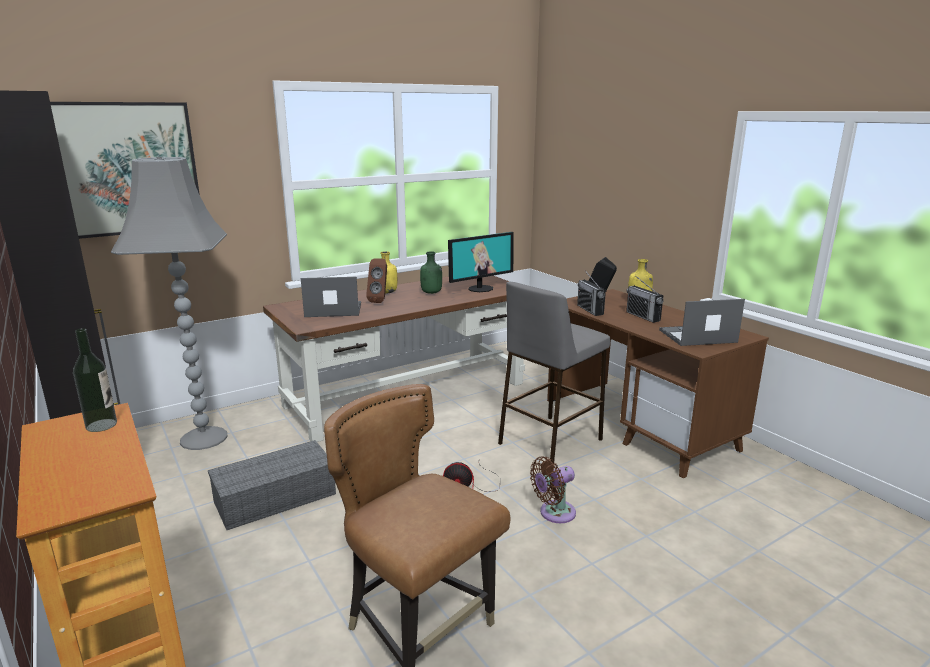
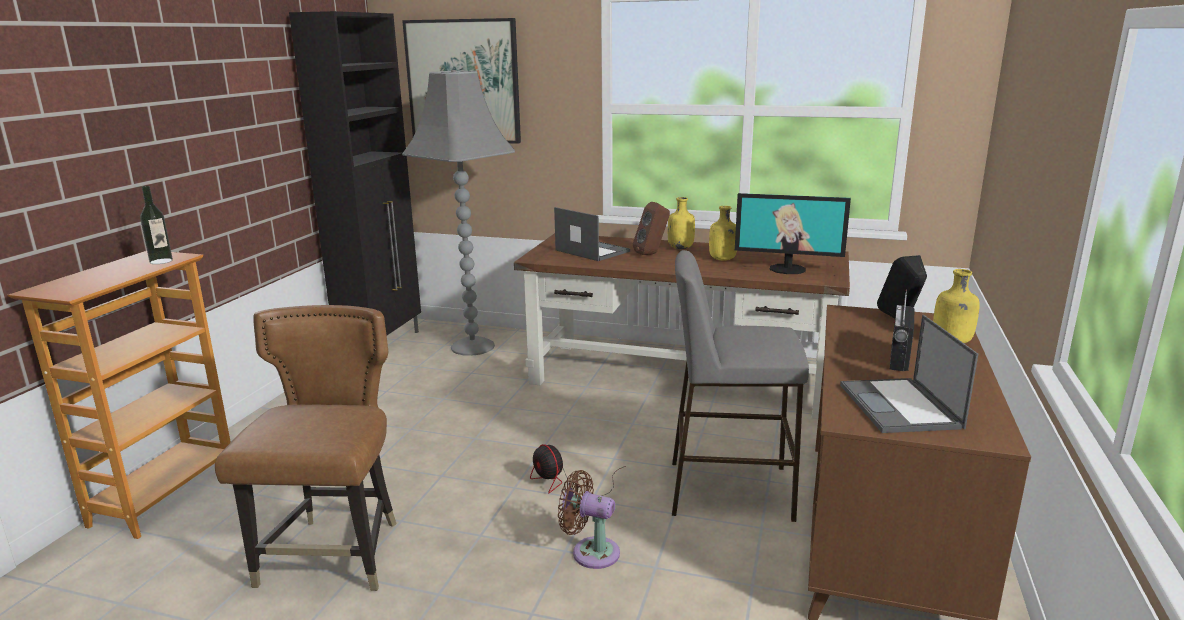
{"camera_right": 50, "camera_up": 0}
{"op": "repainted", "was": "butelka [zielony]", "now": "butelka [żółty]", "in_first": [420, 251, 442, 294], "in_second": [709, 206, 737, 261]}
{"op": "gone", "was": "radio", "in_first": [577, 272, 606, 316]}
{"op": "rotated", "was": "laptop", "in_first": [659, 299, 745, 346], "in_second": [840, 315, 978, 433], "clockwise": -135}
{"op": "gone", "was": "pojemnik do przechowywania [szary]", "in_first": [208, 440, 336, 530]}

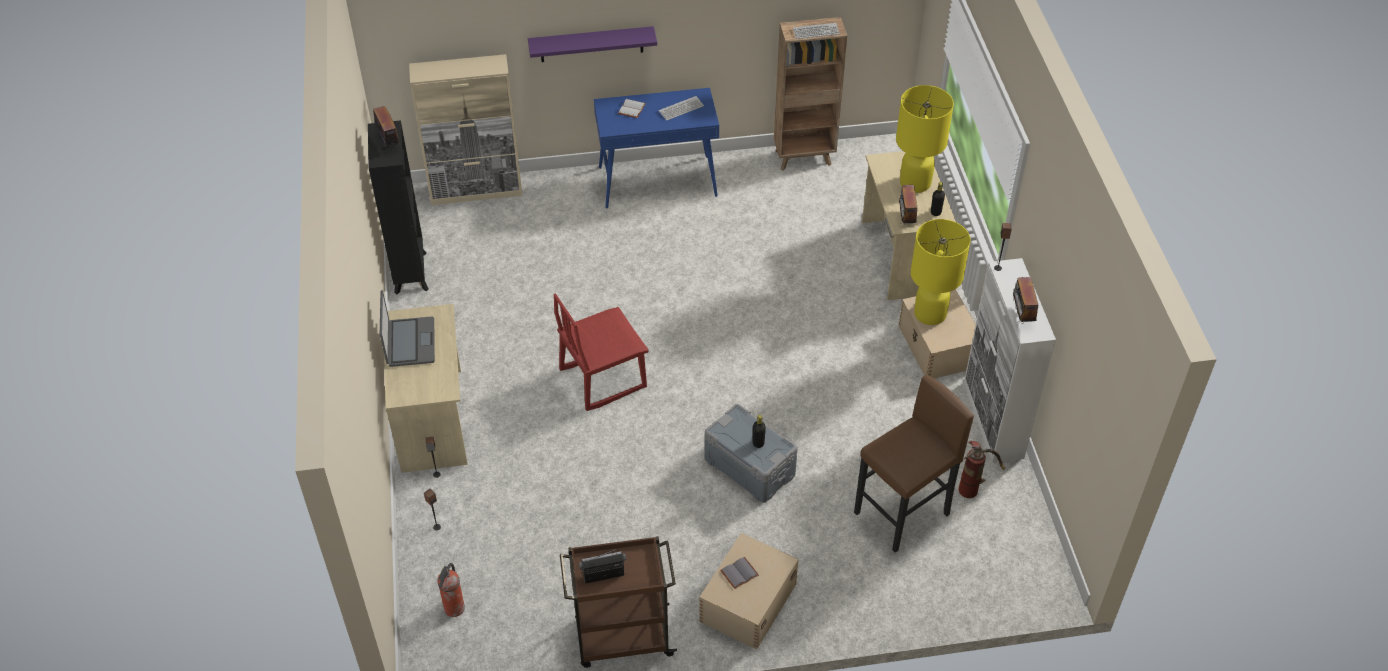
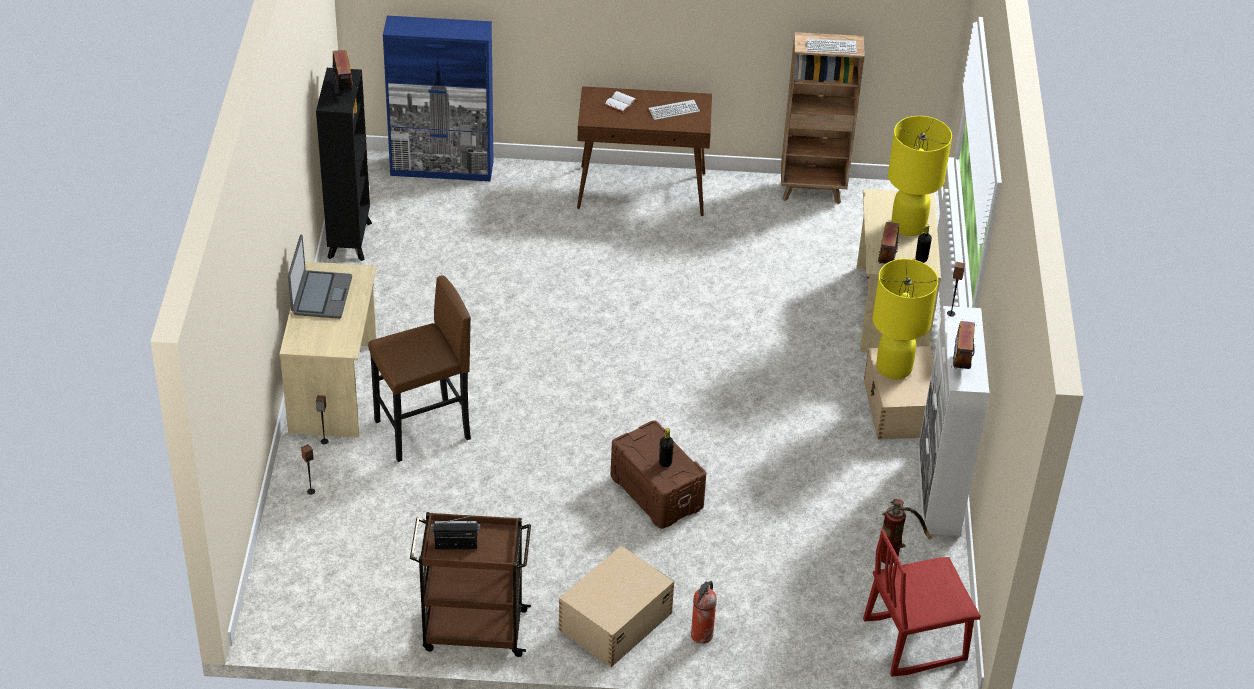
{"camera_right": 10, "camera_up": -5}
{"op": "gone", "was": "półka [fioletowy]", "in_first": [528, 26, 657, 62]}
{"op": "repainted", "was": "szafka [beżowy]", "now": "szafka [niebieski]", "in_first": [409, 54, 522, 205], "in_second": [383, 16, 493, 181]}
{"op": "repainted", "was": "stolik konsolowy [niebieski]", "now": "stolik konsolowy [brązowy]", "in_first": [594, 88, 719, 208], "in_second": [577, 86, 712, 216]}
{"op": "shifted", "was": "krzesło [czerwony]", "in_first": [553, 293, 649, 411], "in_second": [863, 530, 981, 677]}
{"op": "shifted", "was": "stołek [brązowy]", "in_first": [854, 375, 974, 553], "in_second": [368, 275, 471, 462]}
{"op": "repainted", "was": "pojemnik do przechowywania [szary]", "now": "pojemnik do przechowywania [brązowy]", "in_first": [705, 404, 798, 503], "in_second": [611, 420, 706, 529]}
{"op": "gone", "was": "książka [szary]", "in_first": [720, 557, 759, 589]}
{"op": "shifted", "was": "gaśnica", "in_first": [437, 563, 465, 617], "in_second": [691, 581, 717, 644]}

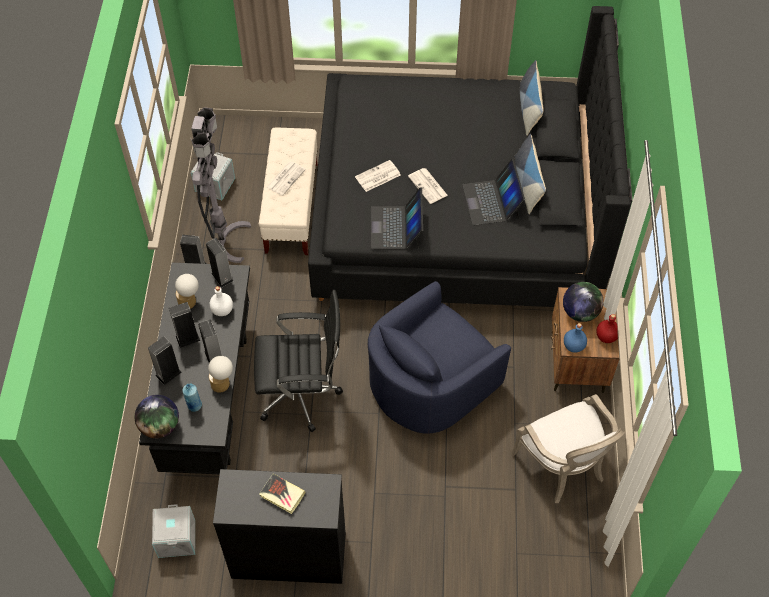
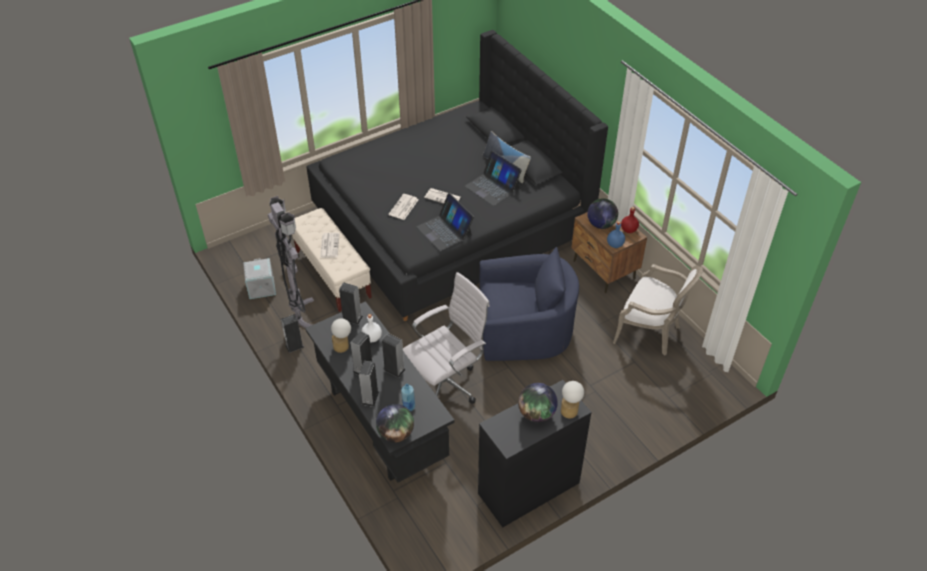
{"camera_right": -35, "camera_up": -10}
{"op": "gone", "was": "poduszka", "in_first": [520, 60, 544, 136]}
{"op": "rotated", "was": "fotel [niebieski]", "in_first": [368, 281, 511, 434], "in_second": [480, 247, 579, 361], "clockwise": -105}
{"op": "repainted", "was": "krzesło biurowe [czarny]", "now": "krzesło biurowe [biały]", "in_first": [254, 290, 343, 432], "in_second": [403, 272, 490, 404]}
{"op": "shifted", "was": "lampa stołowa", "in_first": [208, 356, 233, 393], "in_second": [561, 381, 584, 418]}
{"op": "swapped", "was": "książka", "now": "globus", "in_first": [259, 473, 306, 514], "in_second": [518, 383, 558, 422]}
{"op": "gone", "was": "pojemnik do przechowywania [szary]", "in_first": [152, 504, 195, 558]}

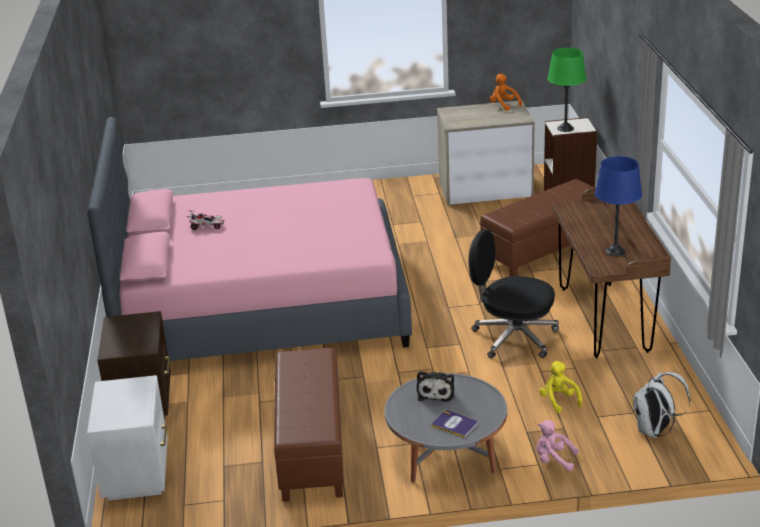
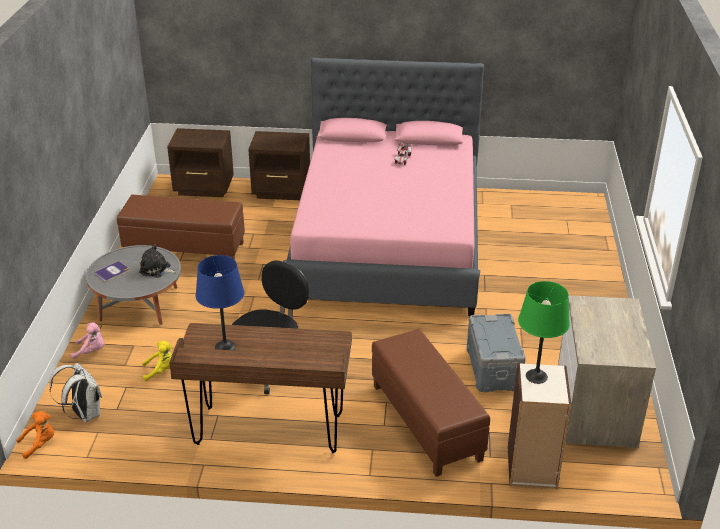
{"camera_right": 100, "camera_up": 5}
{"op": "shifted", "was": "pluszak [pomarańczowy]", "in_first": [490, 74, 522, 111], "in_second": [17, 411, 54, 459]}
{"op": "repainted", "was": "szafka nocna [biały]", "now": "szafka nocna [brązowy]", "in_first": [87, 375, 168, 501], "in_second": [167, 128, 234, 197]}
{"op": "rotated", "was": "pluszak [różowy]", "in_first": [537, 420, 578, 471], "in_second": [71, 322, 104, 359], "clockwise": 60}
{"op": "new", "now": "pojemnik do przechowywania [szary]", "in_second": [467, 314, 526, 392]}

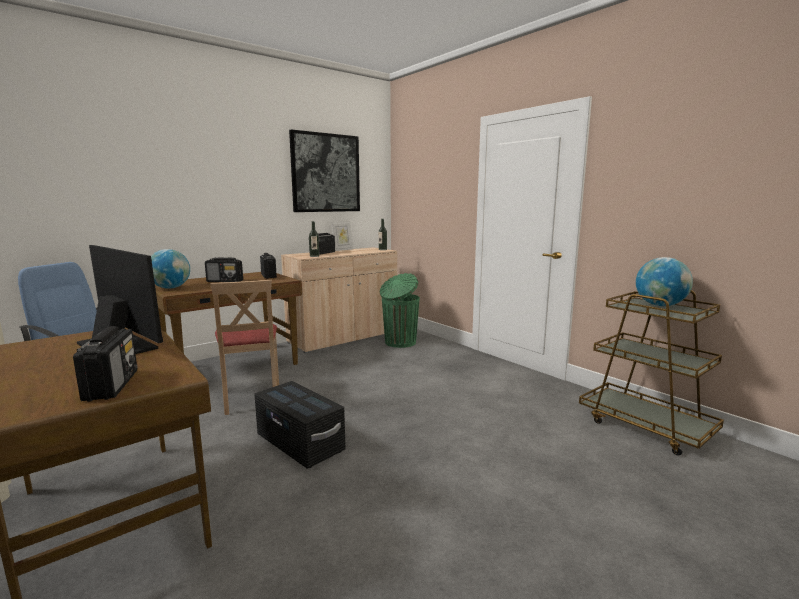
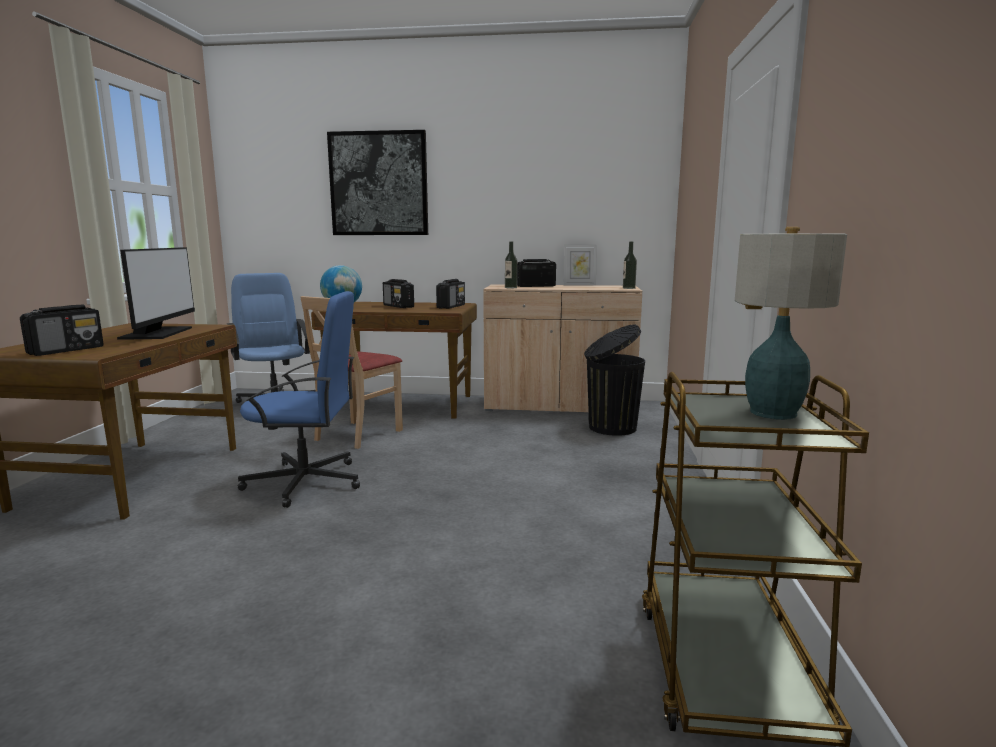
{"camera_right": 45, "camera_up": 0}
{"op": "shifted", "was": "obraz", "in_first": [289, 129, 360, 212], "in_second": [327, 130, 428, 235]}
{"op": "swapped", "was": "globus", "now": "lampa stołowa", "in_first": [636, 257, 693, 306], "in_second": [735, 227, 847, 420]}
{"op": "repainted", "was": "kosz na śmieci [zielony]", "now": "kosz na śmieci [czarny]", "in_first": [380, 273, 420, 348], "in_second": [584, 324, 645, 436]}
{"op": "swapped", "was": "pojemnik do przechowywania [czarny]", "now": "krzesło biurowe [niebieski]", "in_first": [254, 381, 346, 469], "in_second": [238, 291, 360, 508]}

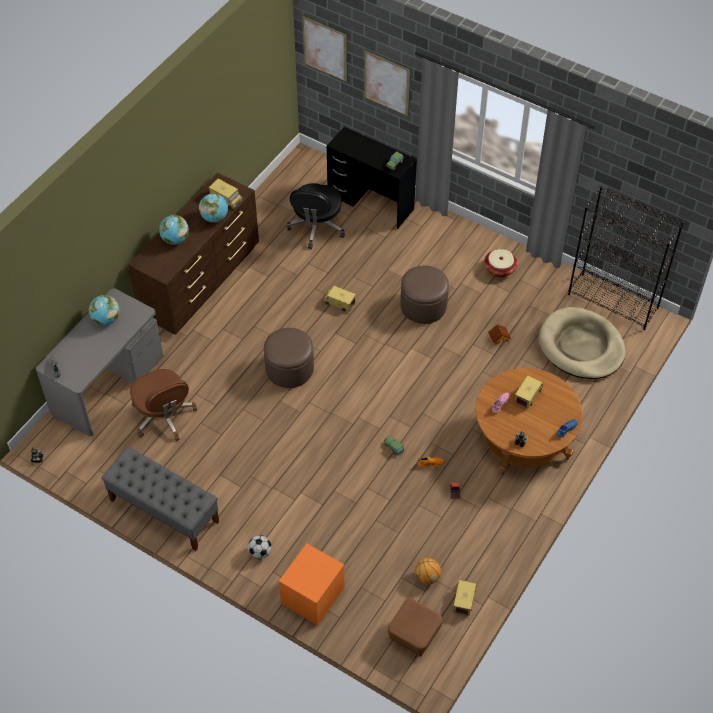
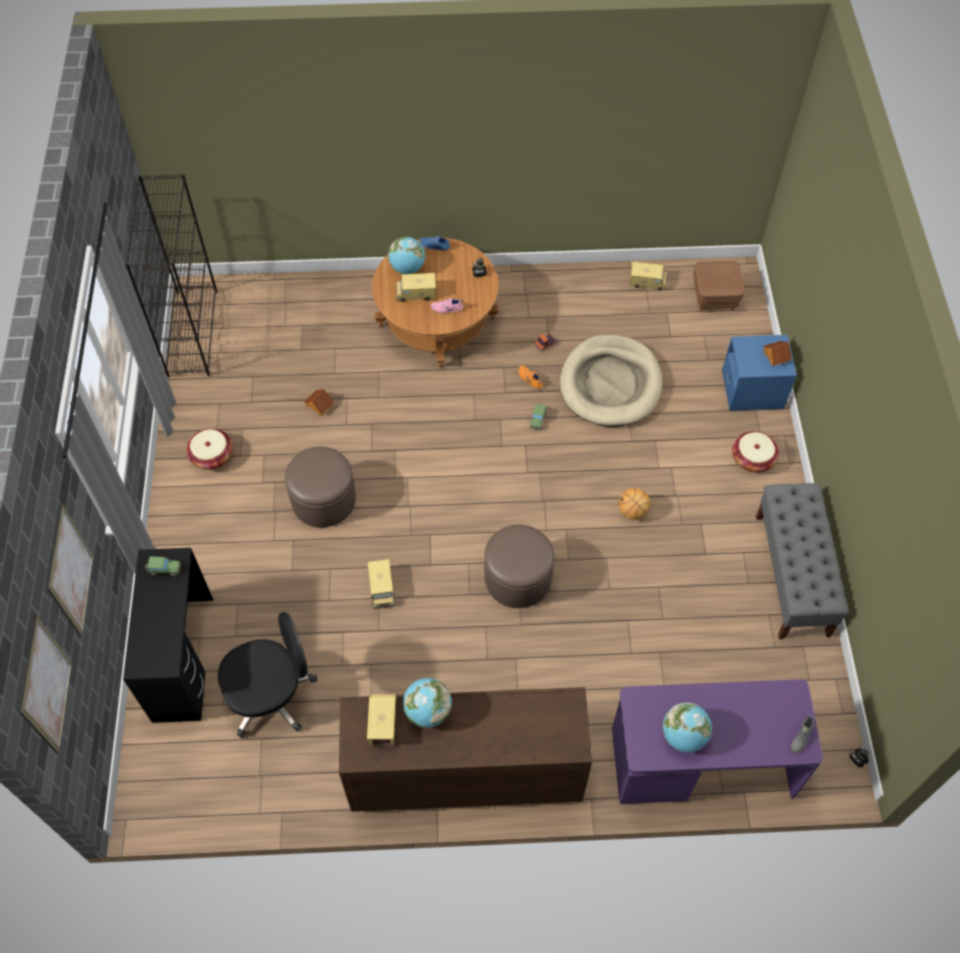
{"camera_right": -125, "camera_up": 5}
{"op": "shifted", "was": "globus", "in_first": [159, 215, 189, 245], "in_second": [388, 237, 425, 274]}
{"op": "repainted", "was": "biurko [szary]", "now": "biurko [fioletowy]", "in_first": [36, 288, 163, 436], "in_second": [612, 679, 823, 804]}
{"op": "shifted", "was": "legowisko [beżowy]", "in_first": [539, 307, 626, 379], "in_second": [560, 335, 662, 427]}
{"op": "gone", "was": "krzesło biurowe [brązowy]", "in_first": [130, 369, 197, 441]}
{"op": "swapped", "was": "piłka futbolowa", "now": "koszyk", "in_first": [248, 535, 272, 559], "in_second": [732, 431, 779, 472]}
{"op": "repainted", "was": "szafka nocna [pomarańczowy]", "now": "szafka nocna [niebieski]", "in_first": [279, 543, 345, 625], "in_second": [722, 335, 797, 411]}
{"op": "shifted", "was": "piłka do koszykówki", "in_first": [415, 558, 441, 584], "in_second": [618, 488, 650, 520]}
{"op": "rotated", "was": "ciężarówka zabawkowa", "in_first": [454, 580, 477, 616], "in_second": [630, 262, 668, 291], "clockwise": -150}
{"op": "new", "now": "domek", "in_second": [763, 341, 792, 366]}

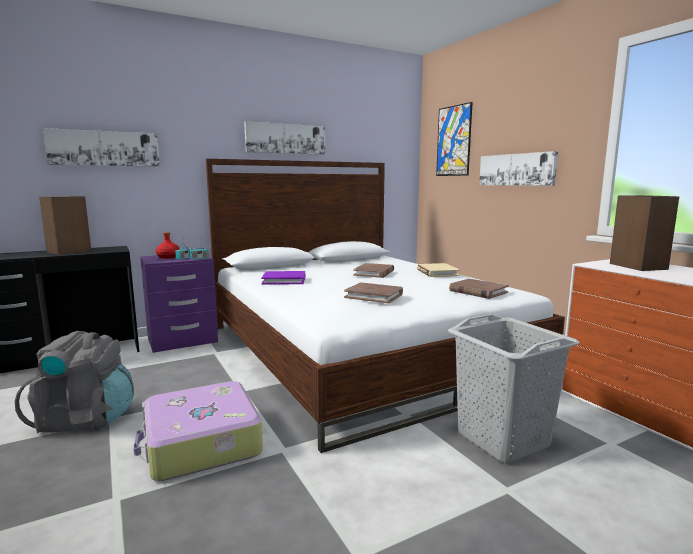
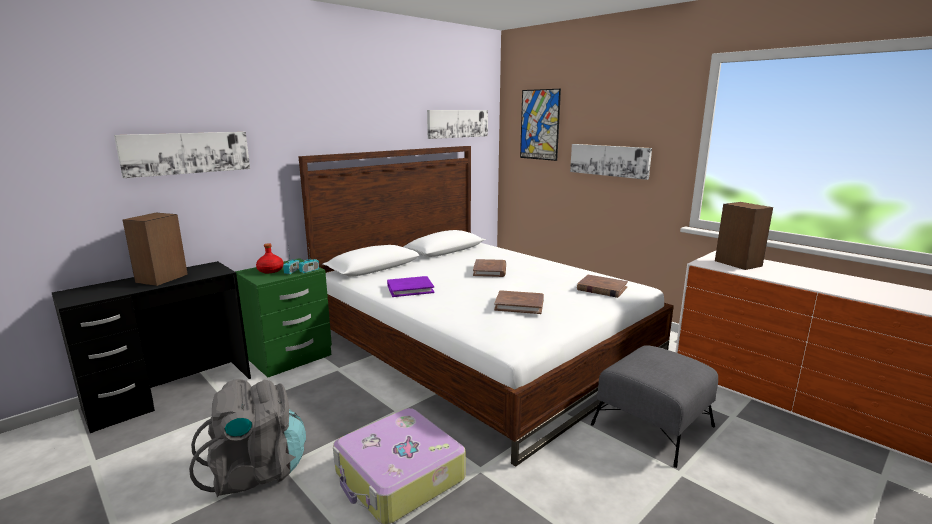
{"camera_right": -15, "camera_up": 5}
{"op": "shifted", "was": "obraz", "in_first": [244, 121, 325, 155], "in_second": [427, 110, 488, 139]}
{"op": "repainted", "was": "szafka nocna [fioletowy]", "now": "szafka nocna [zielony]", "in_first": [140, 255, 218, 353], "in_second": [235, 258, 332, 377]}
{"op": "gone", "was": "książka [beżowy]", "in_first": [417, 263, 460, 277]}
{"op": "swapped", "was": "kosz na pranie [szary]", "now": "pufa [szary]", "in_first": [448, 314, 580, 463], "in_second": [591, 345, 718, 468]}

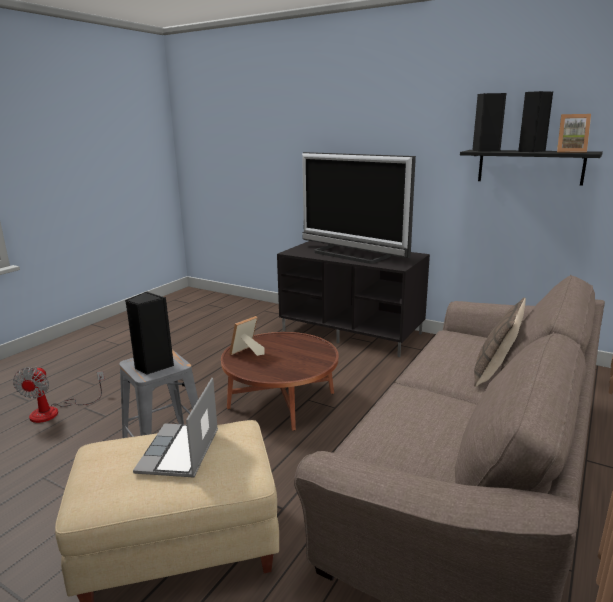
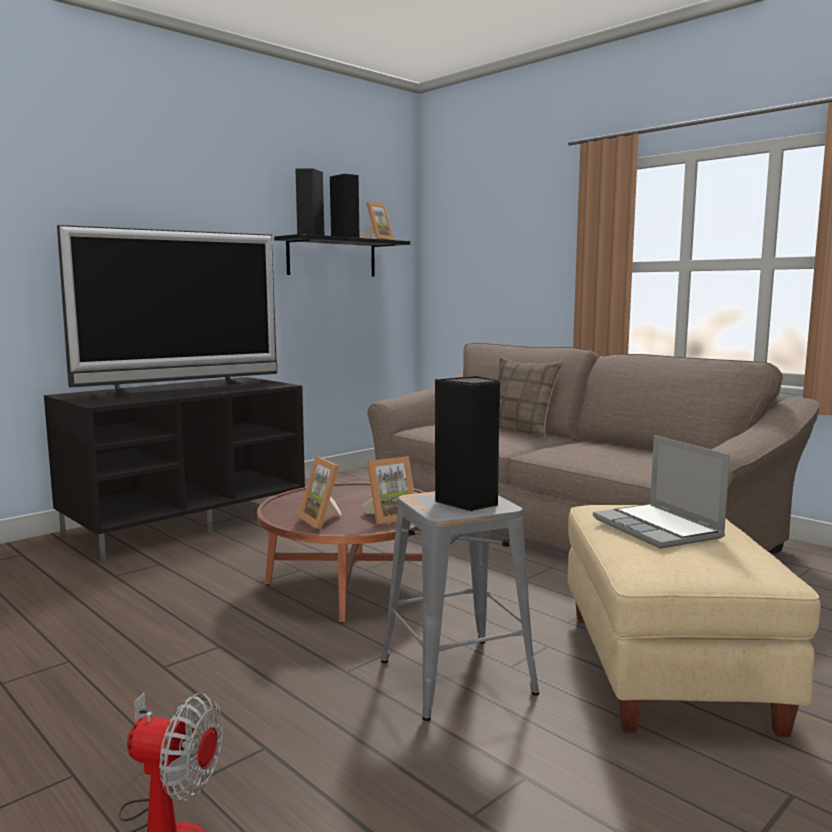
{"camera_right": -75, "camera_up": -10}
{"op": "rotated", "was": "laptop", "in_first": [133, 378, 218, 477], "in_second": [593, 435, 730, 549], "clockwise": 45}
{"op": "new", "now": "ramka na zdjęcie", "in_second": [362, 456, 414, 525]}

